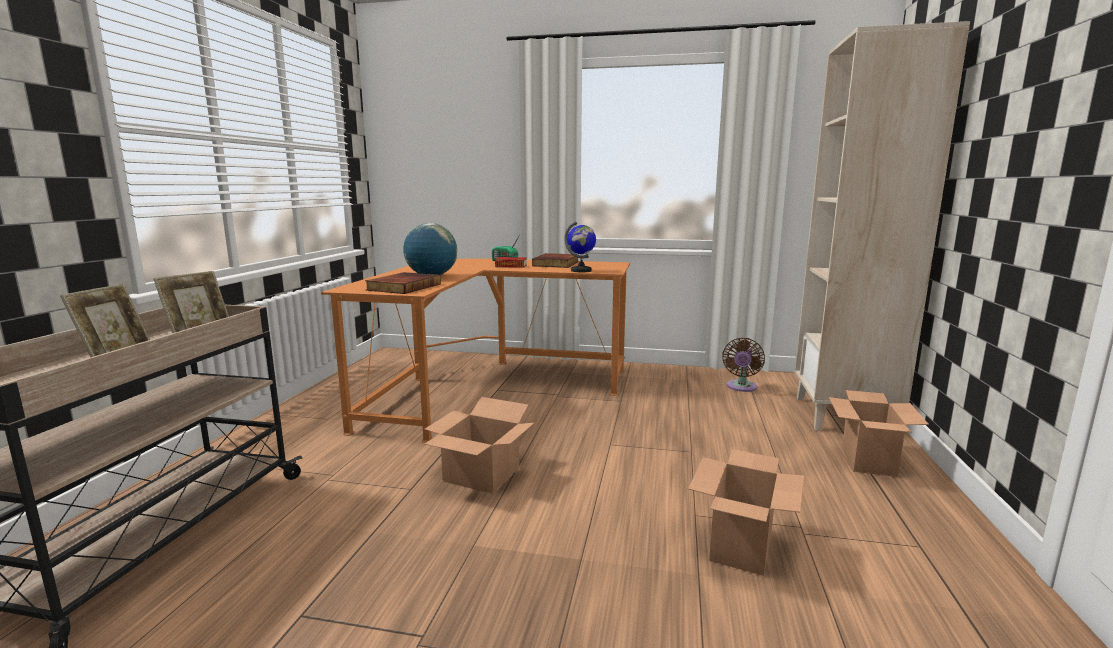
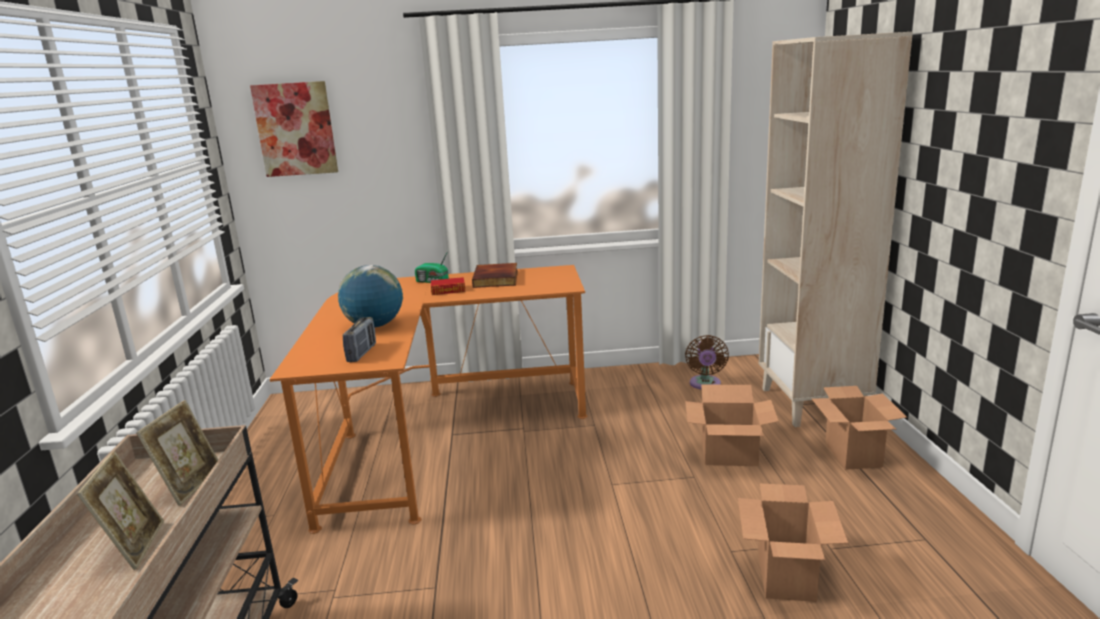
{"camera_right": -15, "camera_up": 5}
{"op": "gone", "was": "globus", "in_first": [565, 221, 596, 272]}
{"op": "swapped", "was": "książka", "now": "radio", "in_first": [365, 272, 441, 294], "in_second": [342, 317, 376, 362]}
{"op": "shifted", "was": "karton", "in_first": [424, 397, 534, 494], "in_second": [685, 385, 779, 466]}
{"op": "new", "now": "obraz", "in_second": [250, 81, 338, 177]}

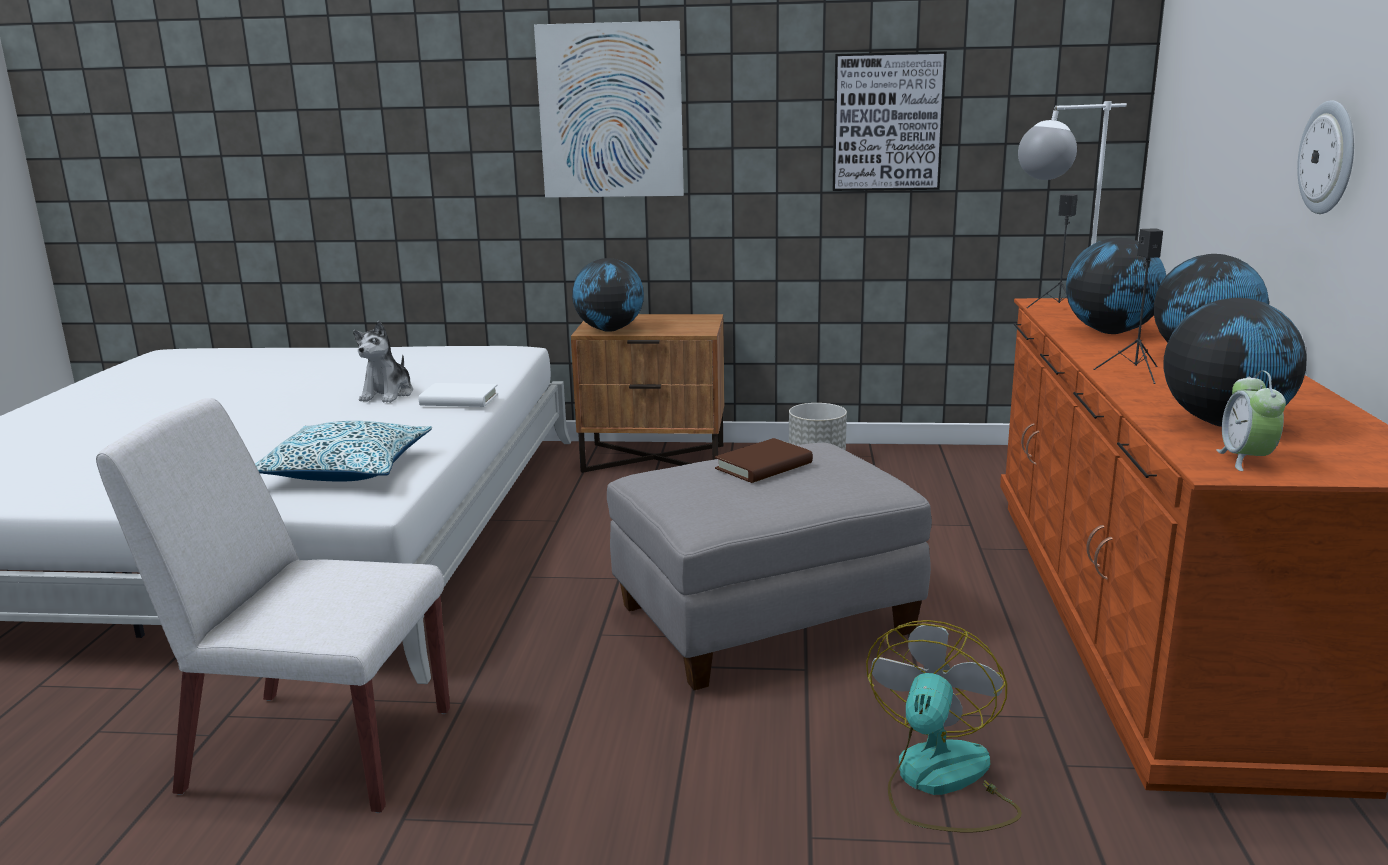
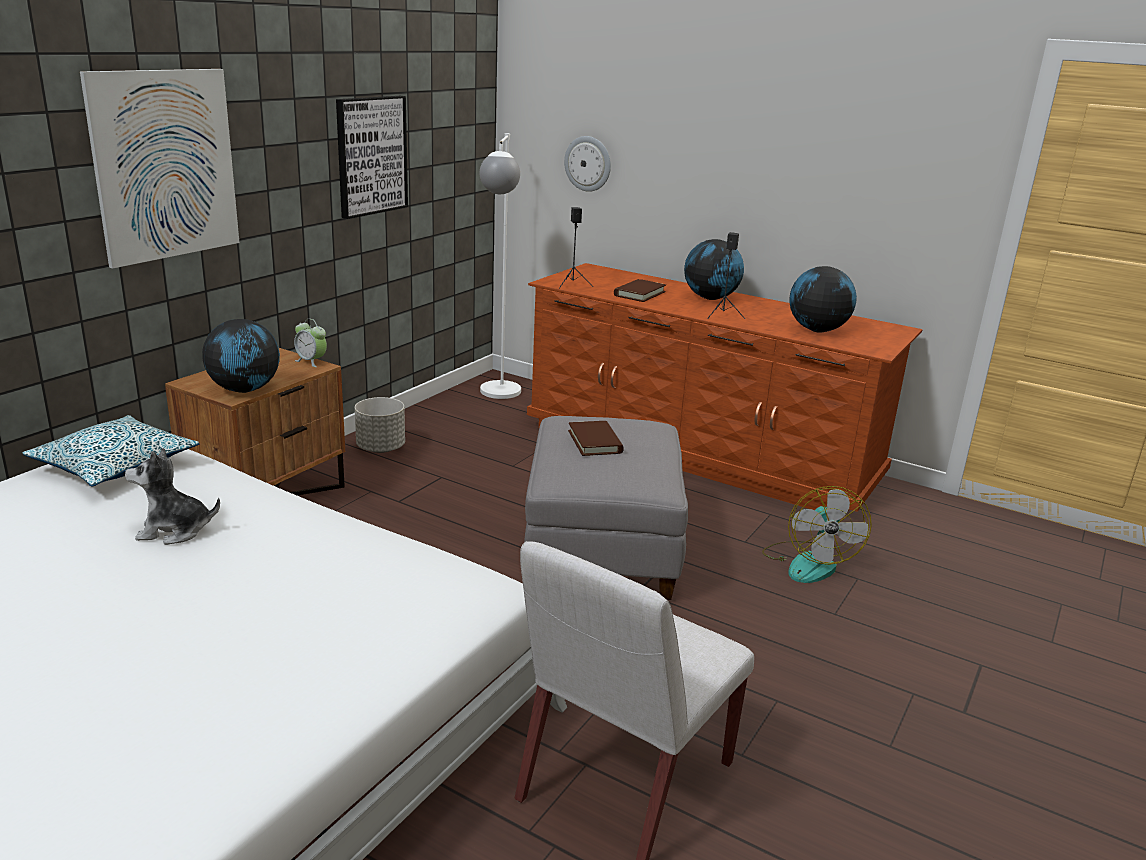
{"camera_right": -65, "camera_up": 5}
{"op": "shifted", "was": "zegar ścienny", "in_first": [1297, 100, 1354, 214], "in_second": [564, 136, 611, 192]}
{"op": "swapped", "was": "globus", "now": "książka [brązowy]", "in_first": [1066, 238, 1166, 334], "in_second": [614, 279, 666, 302]}
{"op": "rotated", "was": "pluszak", "in_first": [353, 321, 413, 403], "in_second": [125, 448, 220, 545], "clockwise": 135}
{"op": "shifted", "was": "budzik", "in_first": [1216, 370, 1286, 471], "in_second": [294, 319, 327, 367]}
{"op": "gone", "was": "książka [biały]", "in_first": [419, 383, 498, 407]}
{"op": "shifted", "was": "poduszka", "in_first": [255, 421, 432, 482], "in_second": [23, 415, 199, 487]}
{"op": "rotated", "was": "wentylator", "in_first": [866, 620, 1022, 833], "in_second": [762, 486, 872, 583], "clockwise": -135}

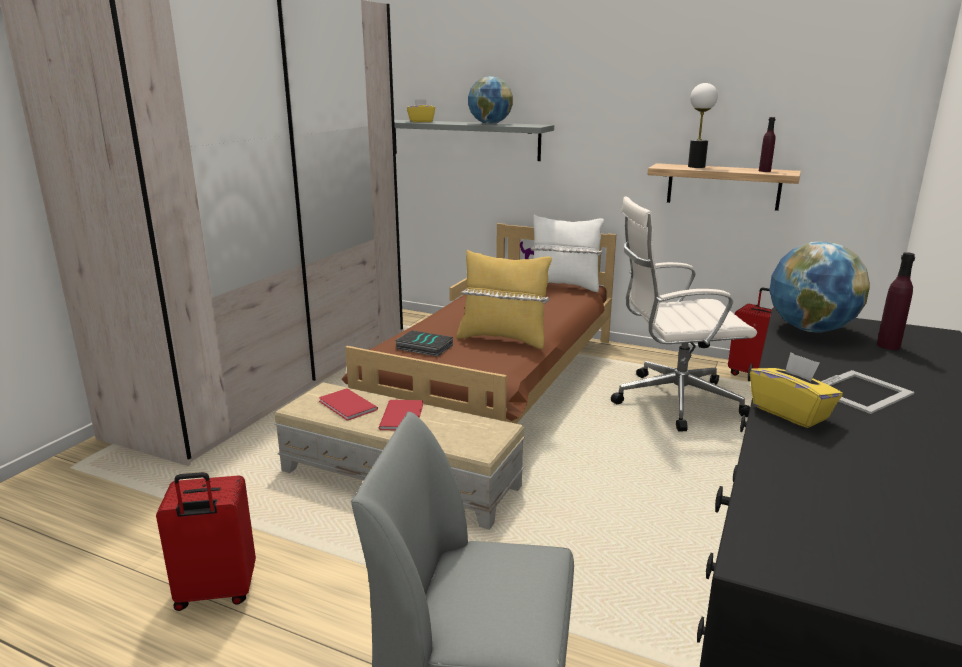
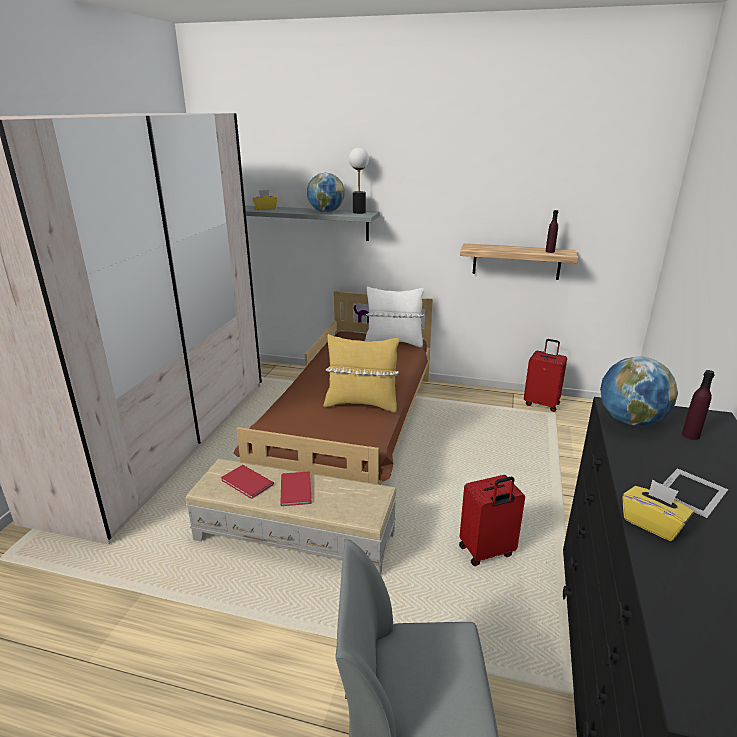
{"camera_right": -10, "camera_up": 5}
{"op": "shifted", "was": "lampa stołowa", "in_first": [688, 83, 718, 168], "in_second": [349, 148, 369, 214]}
{"op": "gone", "was": "krzesło biurowe [biały]", "in_first": [611, 196, 757, 431]}
{"op": "gone", "was": "książka", "in_first": [395, 330, 453, 357]}
{"op": "shifted", "was": "walizka [czerwony]", "in_first": [156, 472, 256, 611], "in_second": [459, 475, 525, 566]}

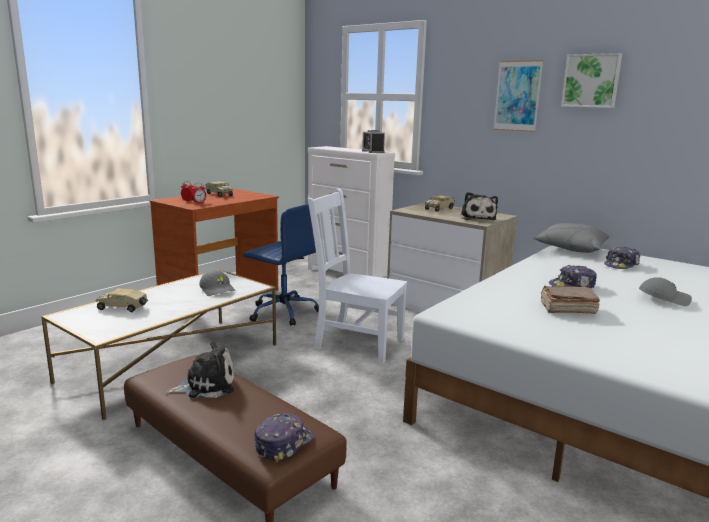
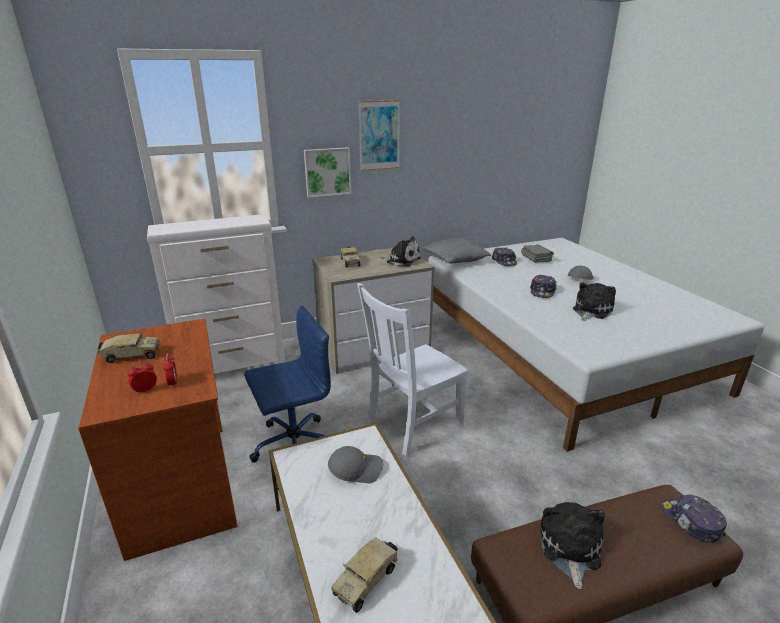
{"camera_right": -60, "camera_up": 10}
{"op": "shifted", "was": "obraz", "in_first": [561, 53, 622, 108], "in_second": [304, 147, 352, 198]}
{"op": "gone", "was": "budzik", "in_first": [362, 130, 385, 153]}
{"op": "swapped", "was": "książka [brązowy]", "now": "pluszak", "in_first": [541, 286, 600, 314], "in_second": [573, 282, 616, 321]}
{"op": "new", "now": "książka [szary]", "in_second": [521, 244, 554, 263]}

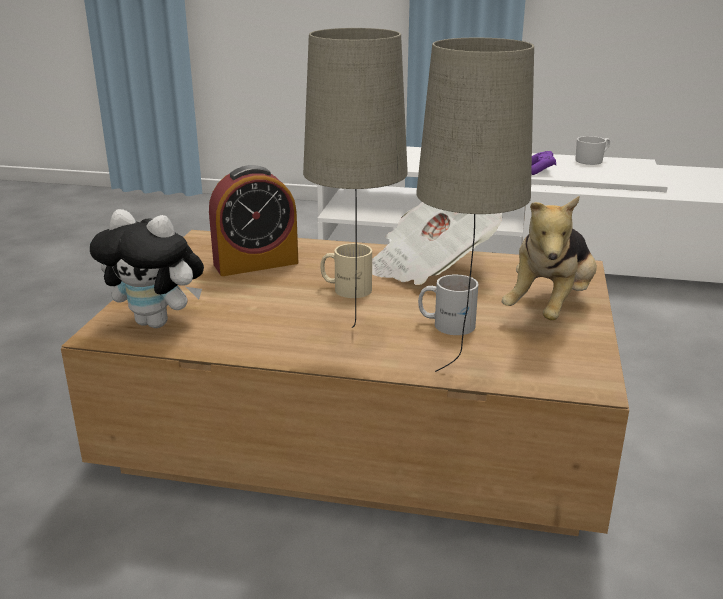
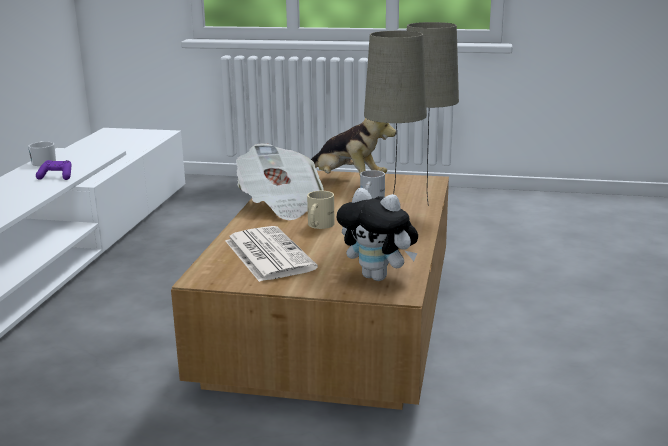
{"camera_right": -90, "camera_up": -5}
{"op": "swapped", "was": "budzik", "now": "gazeta", "in_first": [209, 165, 298, 276], "in_second": [225, 226, 318, 282]}
{"op": "rotated", "was": "pluszak", "in_first": [90, 209, 204, 328], "in_second": [337, 188, 418, 281], "clockwise": 105}

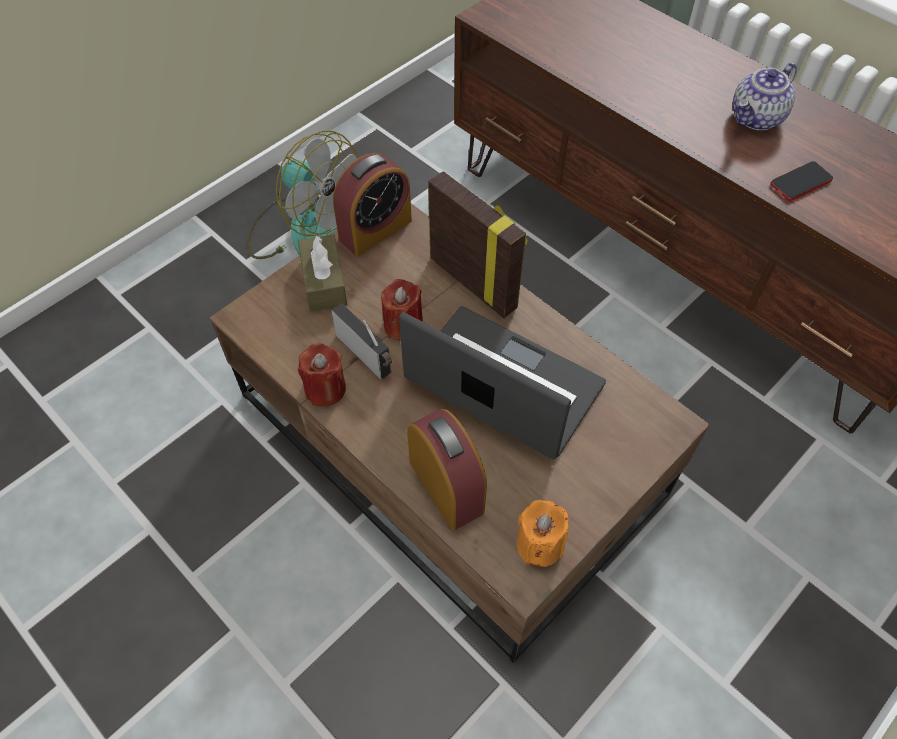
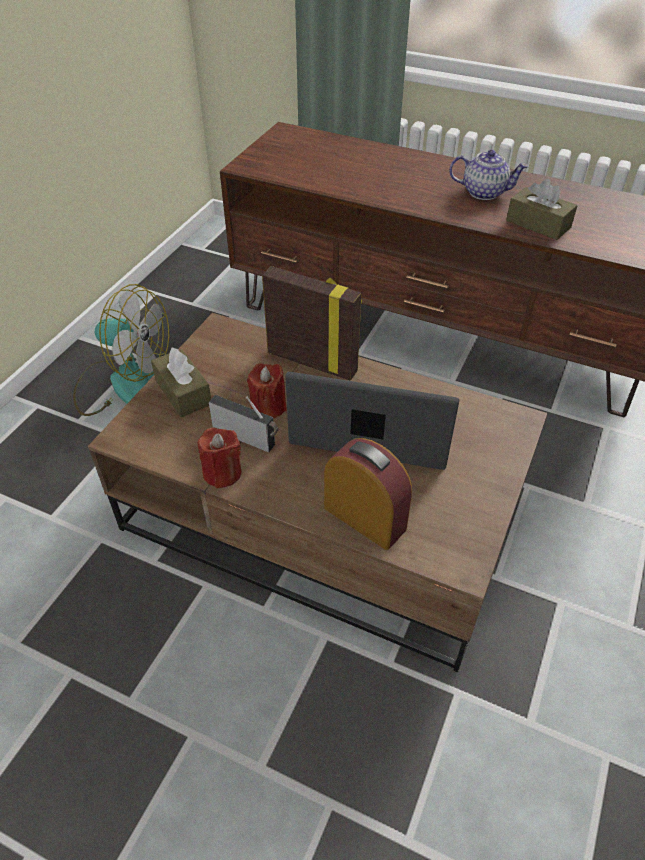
{"camera_right": -20, "camera_up": -10}
{"op": "rotated", "was": "imbryk", "in_first": [733, 63, 797, 130], "in_second": [449, 150, 529, 200], "clockwise": -105}
{"op": "gone", "was": "budzik", "in_first": [333, 153, 412, 256]}
{"op": "swapped", "was": "telefon", "now": "pudełko chusteczek [brązowy]", "in_first": [770, 161, 833, 201], "in_second": [506, 179, 577, 240]}
{"op": "gone", "was": "świeca [pomarańczowy]", "in_first": [516, 500, 569, 567]}

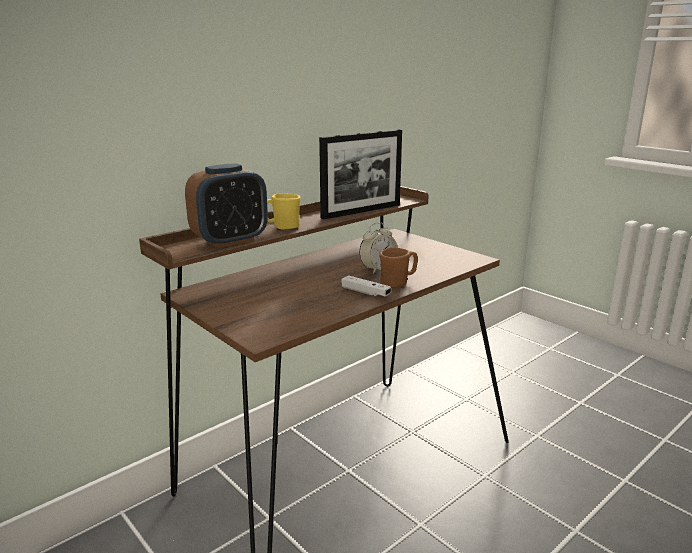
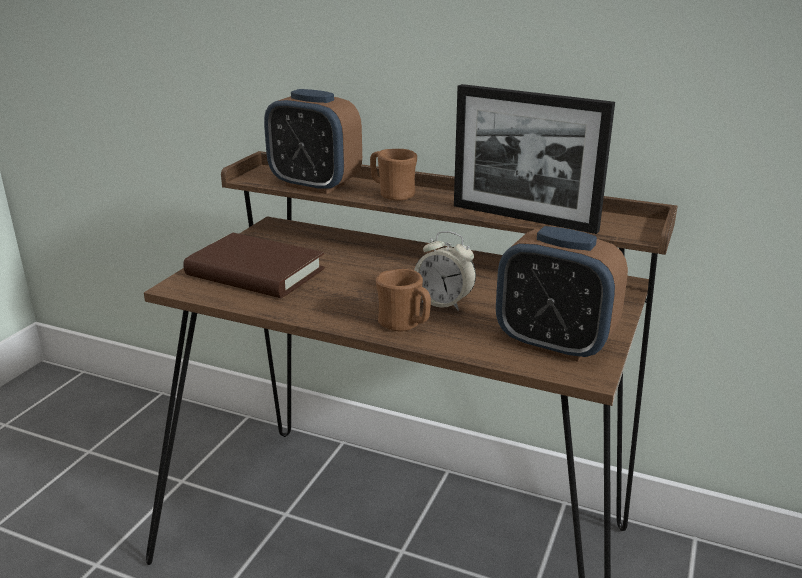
{"camera_right": 65, "camera_up": 5}
{"op": "repainted", "was": "kubek [żółty]", "now": "kubek [brązowy]", "in_first": [267, 193, 301, 230], "in_second": [370, 149, 417, 201]}
{"op": "gone", "was": "pad do gier [biały]", "in_first": [341, 275, 391, 296]}
{"op": "new", "now": "budzik", "in_second": [496, 226, 628, 362]}
{"op": "new", "now": "książka [brązowy]", "in_second": [184, 233, 325, 298]}

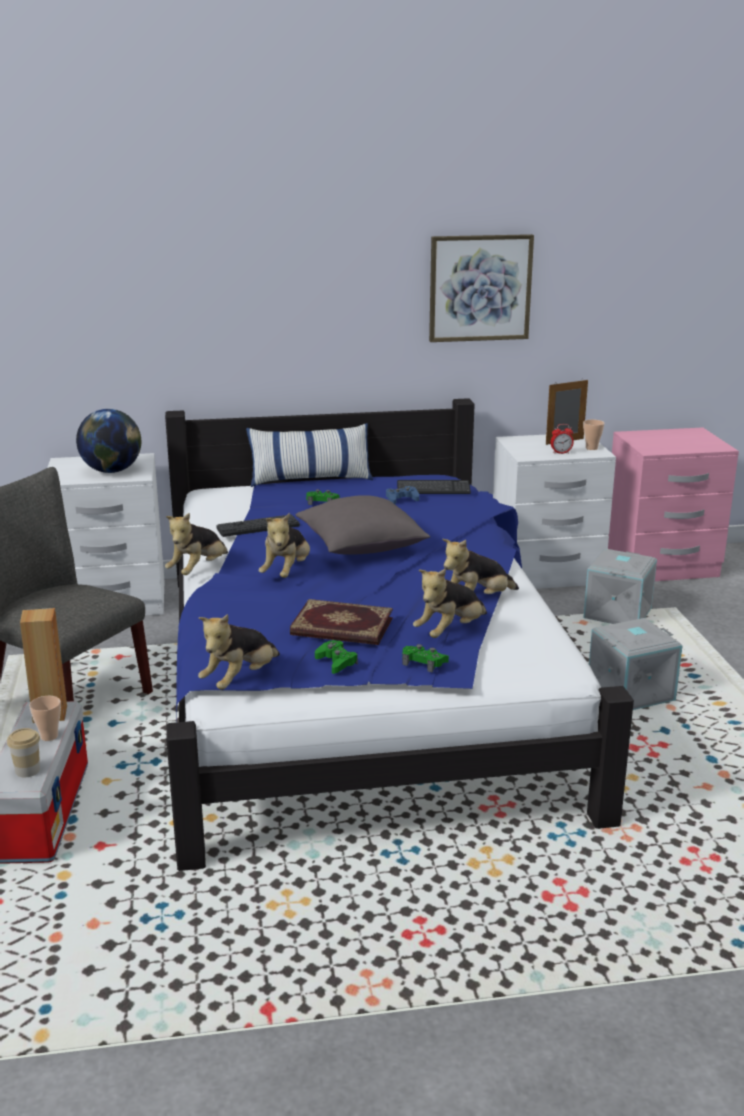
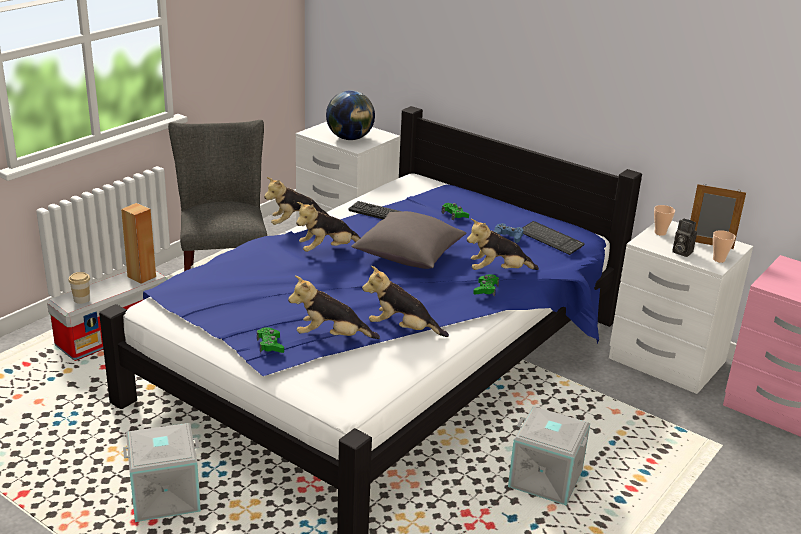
{"camera_right": 45, "camera_up": 5}
{"op": "gone", "was": "obraz", "in_first": [429, 234, 534, 342]}
{"op": "gone", "was": "poduszka", "in_first": [246, 423, 373, 487]}
{"op": "swapped", "was": "budzik", "now": "aparat fotograficzny", "in_first": [551, 424, 574, 454], "in_second": [672, 219, 697, 257]}
{"op": "shifted", "was": "pojemnik do przechowywania [szary]", "in_first": [583, 549, 657, 624], "in_second": [123, 423, 201, 522]}
{"op": "gone", "was": "książka", "in_first": [290, 599, 393, 645]}
{"op": "shifted", "was": "pluszak", "in_first": [198, 614, 280, 690], "in_second": [467, 219, 539, 270]}
{"op": "shifted", "was": "pad do gier [zielony]", "in_first": [315, 640, 358, 674], "in_second": [473, 274, 499, 296]}
{"op": "shifted", "was": "filiżanka", "in_first": [29, 696, 61, 741], "in_second": [654, 205, 675, 236]}

